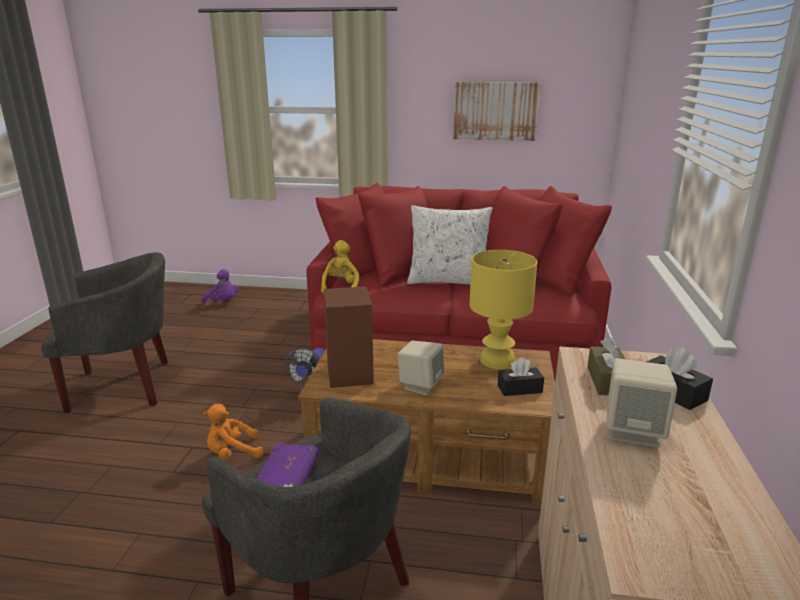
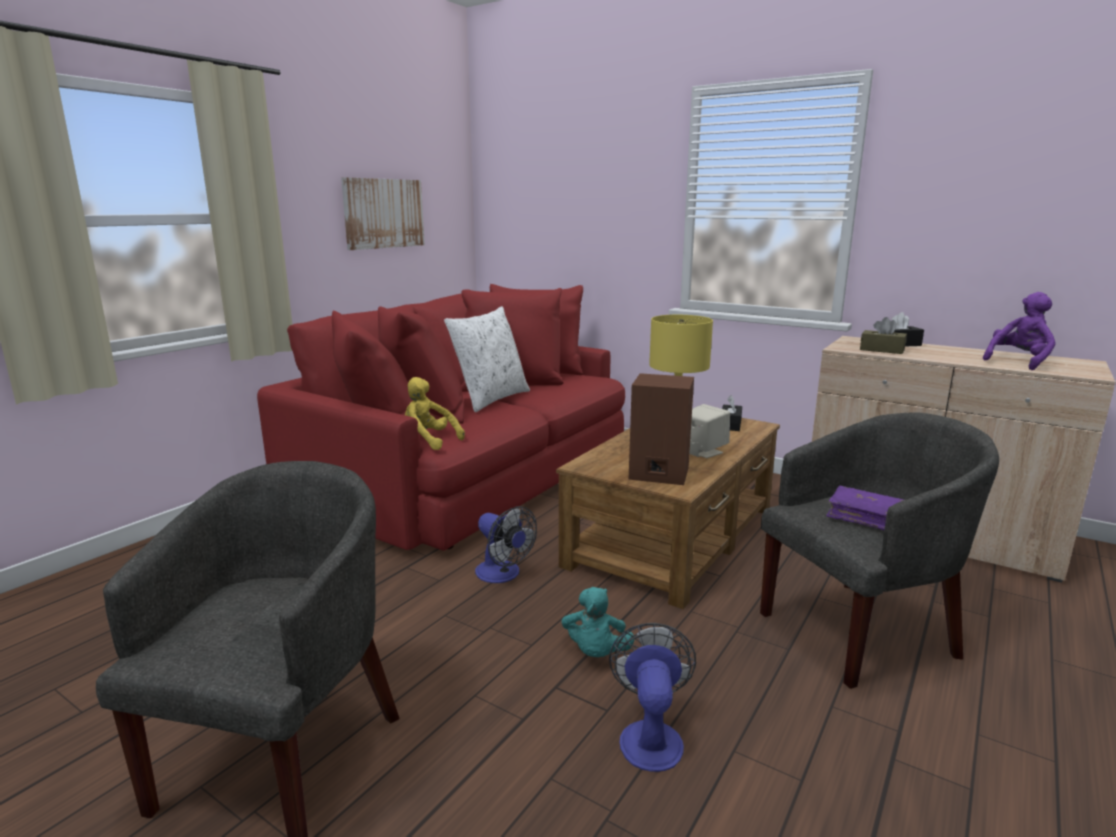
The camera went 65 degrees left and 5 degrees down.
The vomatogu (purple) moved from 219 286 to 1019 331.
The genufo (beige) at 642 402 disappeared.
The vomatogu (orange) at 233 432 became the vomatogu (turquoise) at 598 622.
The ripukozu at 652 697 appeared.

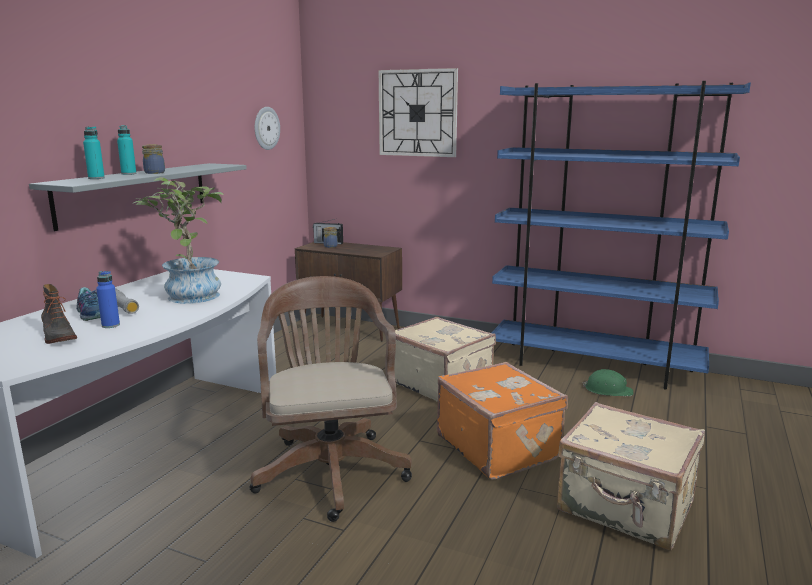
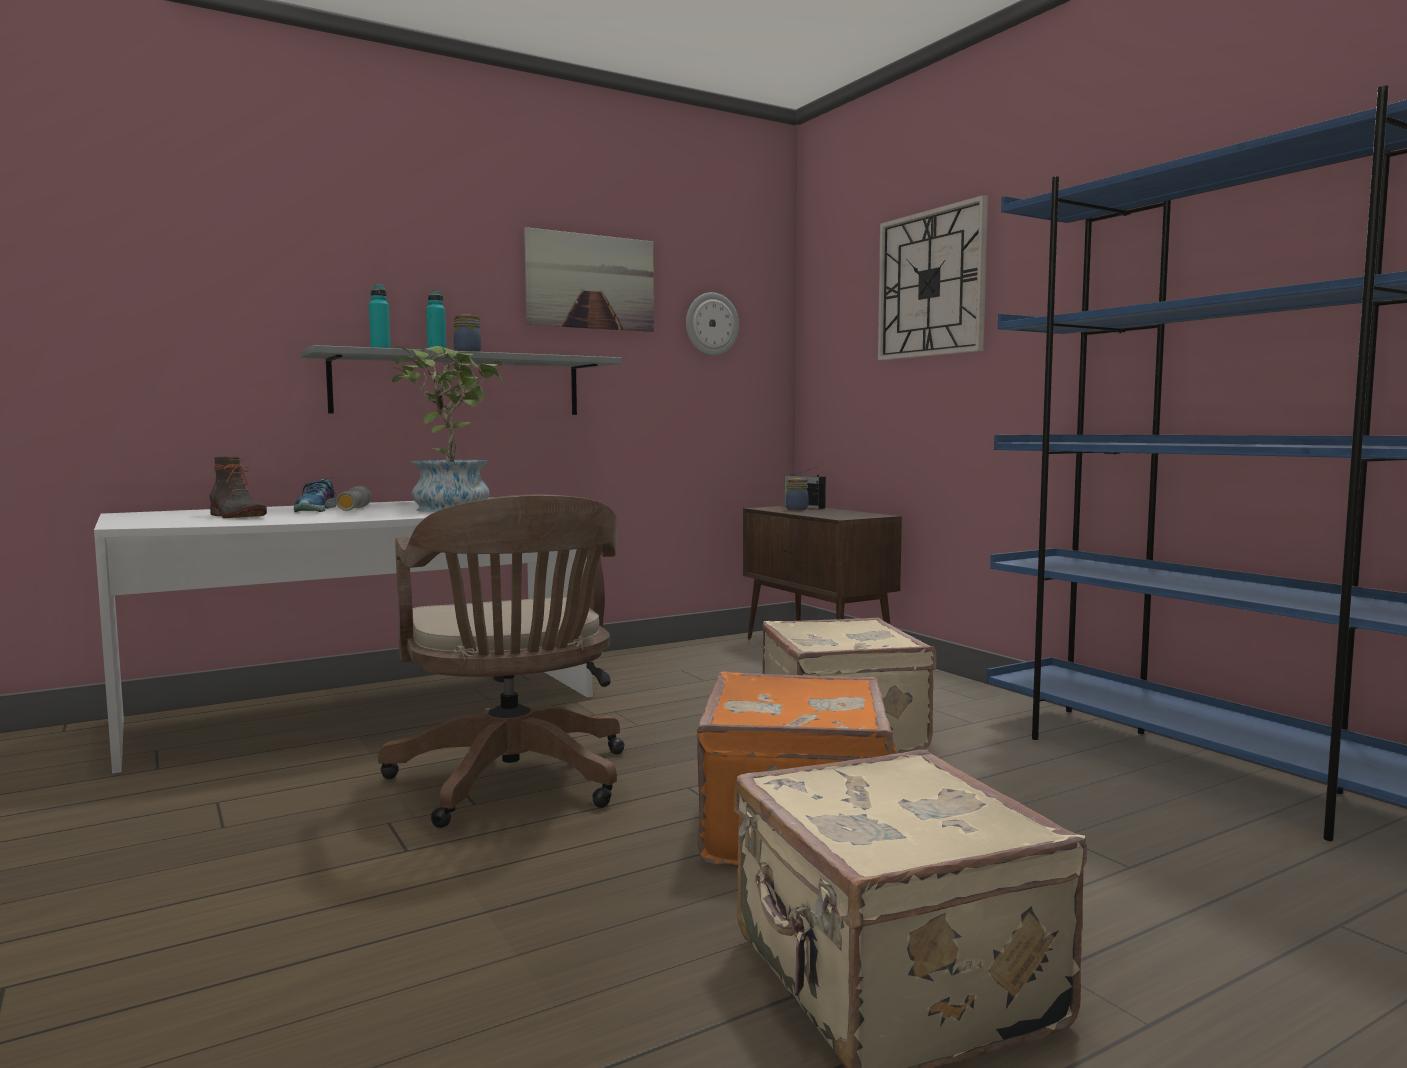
The camera went 35 degrees right and 10 degrees down.
The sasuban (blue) at 108 299 disappeared.
The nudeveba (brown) at 331 399 turned 135 degrees clockwise.
The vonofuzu at 59 314 turned 45 degrees counterclockwise.
The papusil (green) at 608 382 disappeared.
The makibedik at 589 279 appeared.

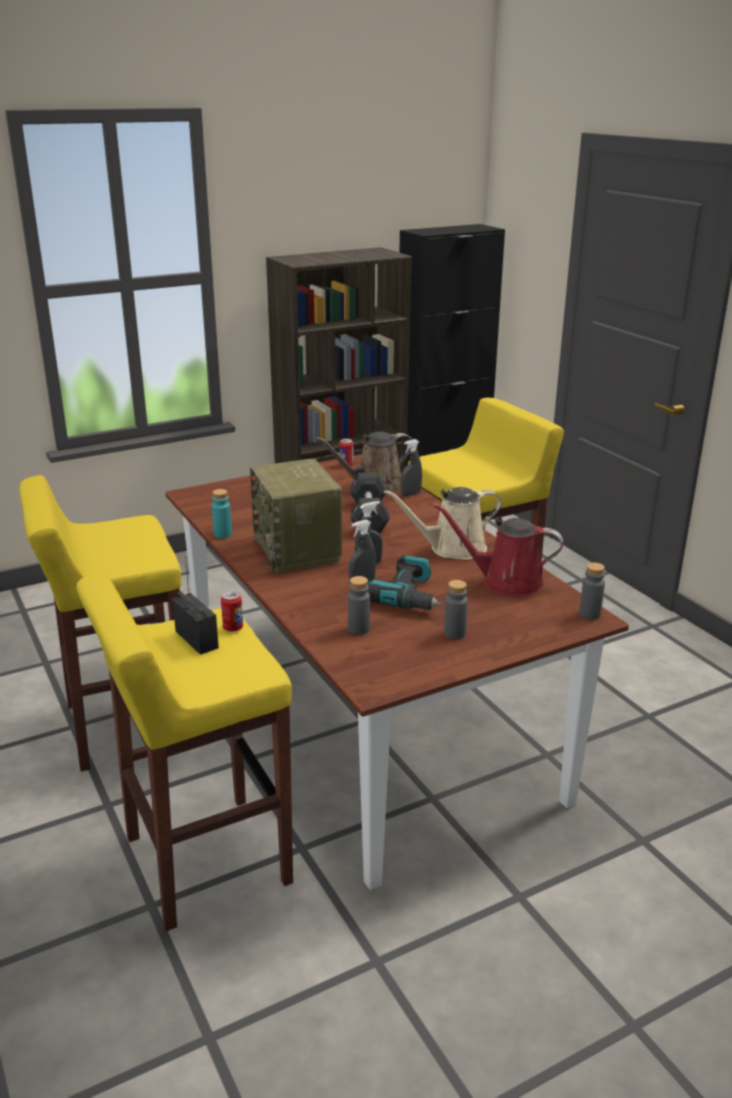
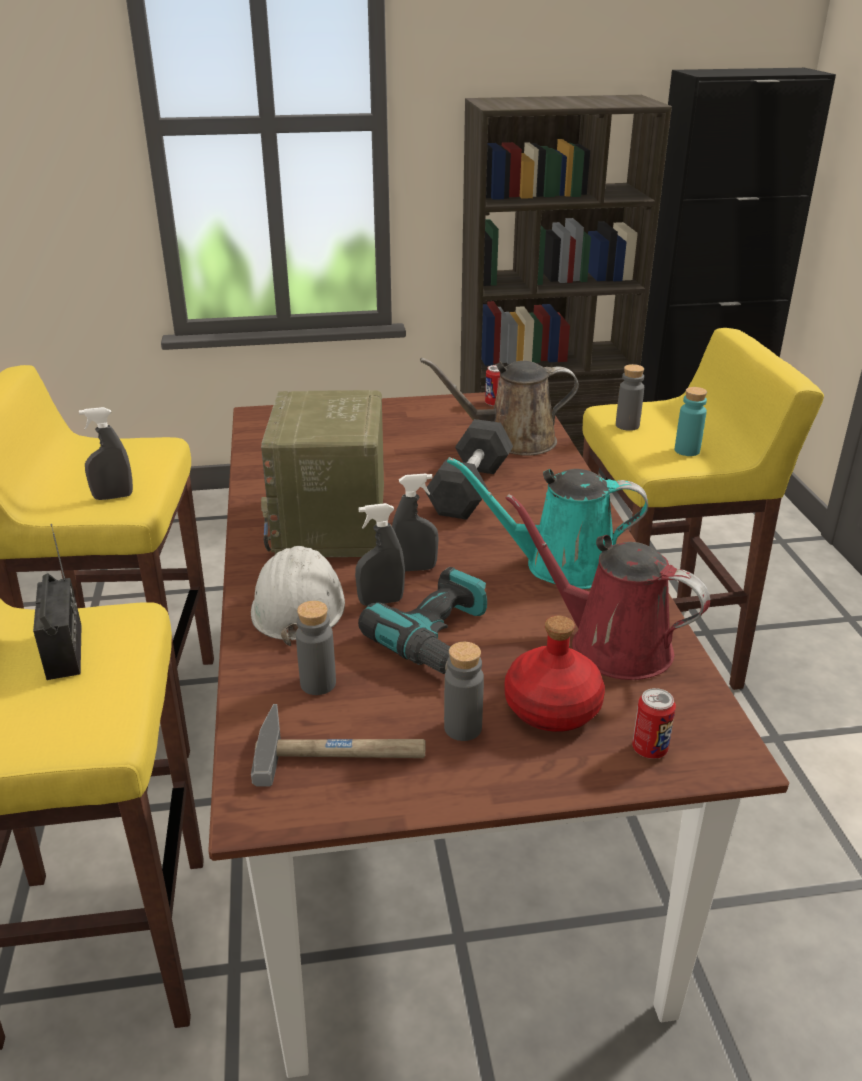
The camera went 20 degrees right and 5 degrees up.
The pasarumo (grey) moved from 411 468 to 106 453.
The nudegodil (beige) at 443 523 became the nudegodil (turquoise) at 547 523.
The sasuban (turquoise) moved from 222 513 to 691 421.
The sasuban (grey) moved from 592 591 to 630 397.
The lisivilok moved from 232 611 to 654 723.
The papusil (white) at 298 596 appeared.
The sasuban (red) at 555 673 appeared.
The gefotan at 338 745 appeared.

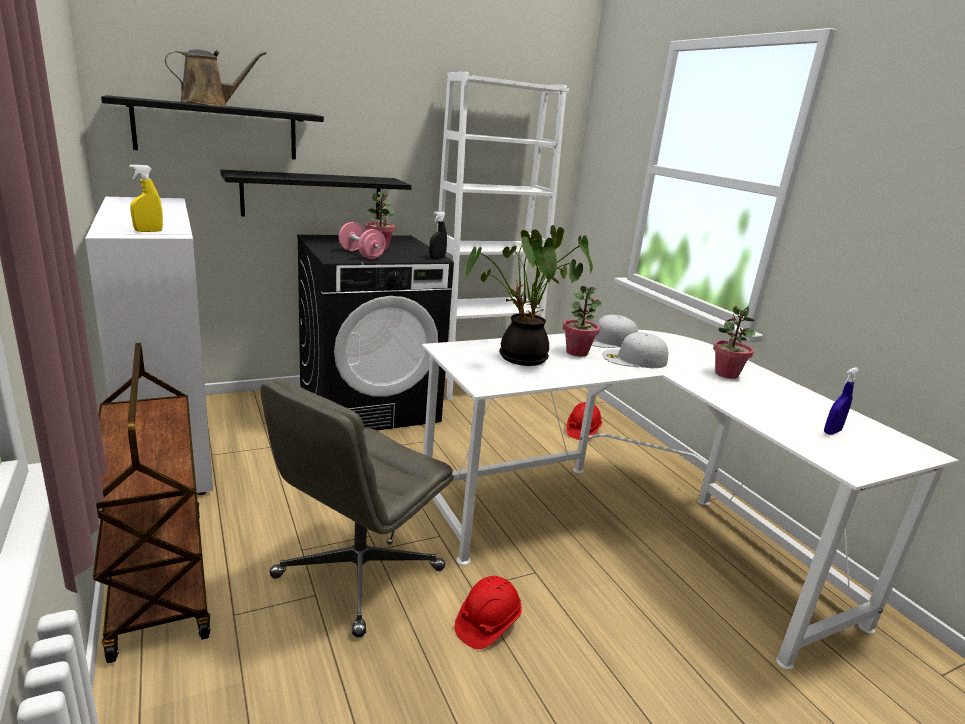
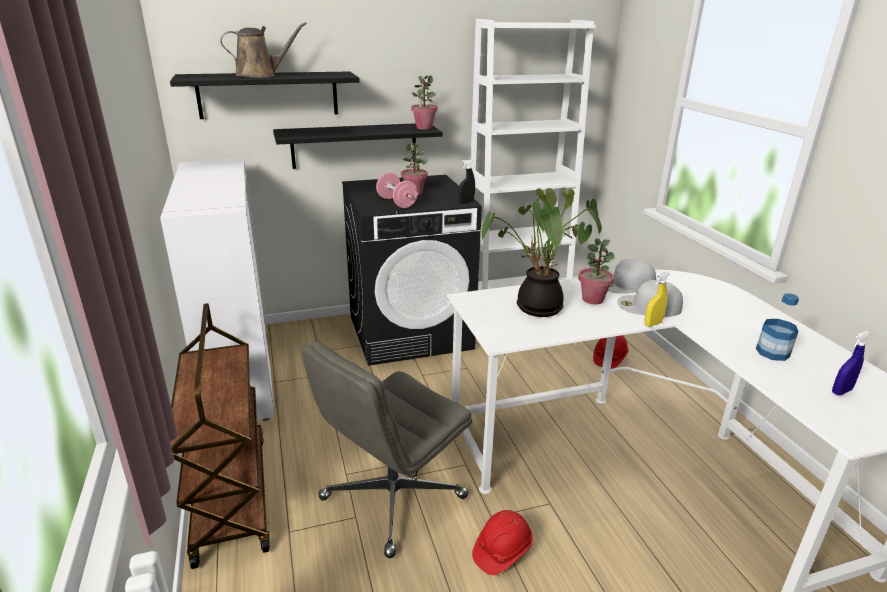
The camera went 10 degrees right and 5 degrees up.
The pasarumo (yellow) moved from 146 198 to 656 299.
The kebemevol moved from 734 342 to 424 102.
The sasuban at 777 327 appeared.

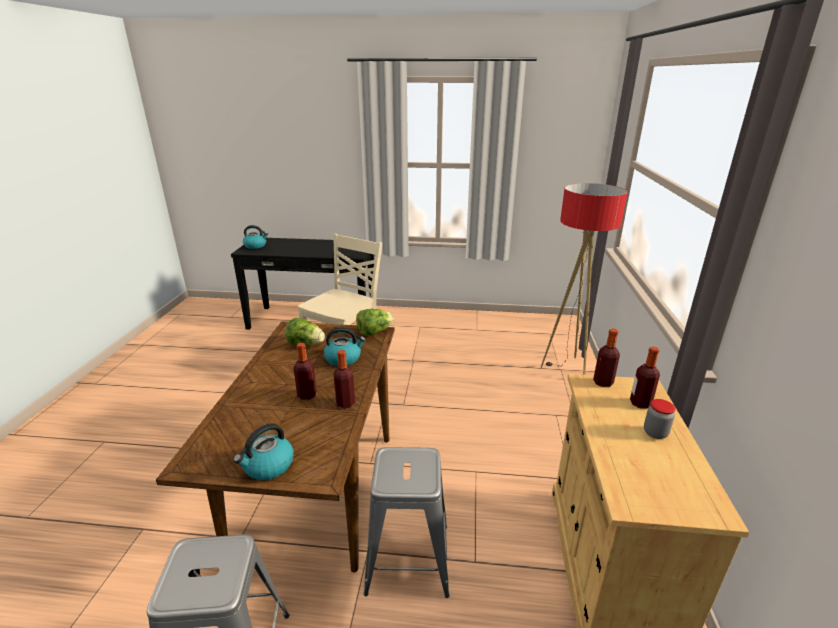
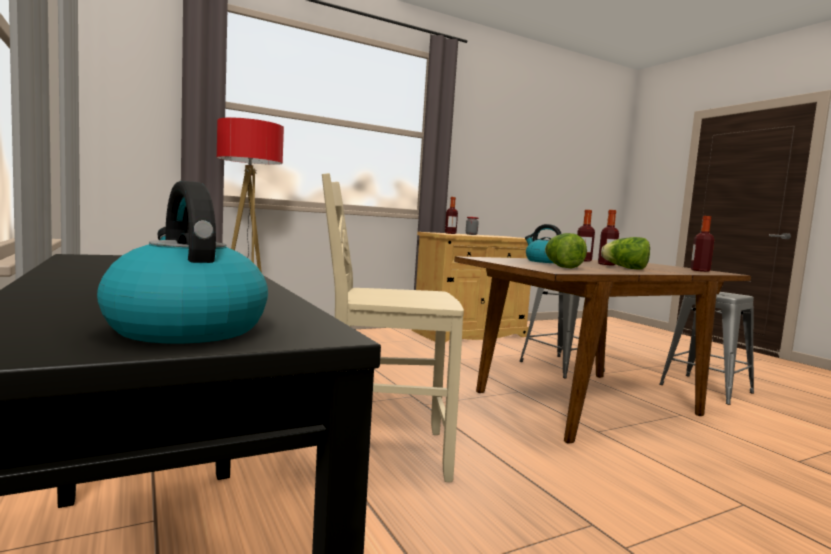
The camera went 125 degrees left and 20 degrees down.
The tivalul moved from 375 322 to 625 253.
The sasuban moved from 606 358 to 702 244.
The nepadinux at 263 451 disappeared.

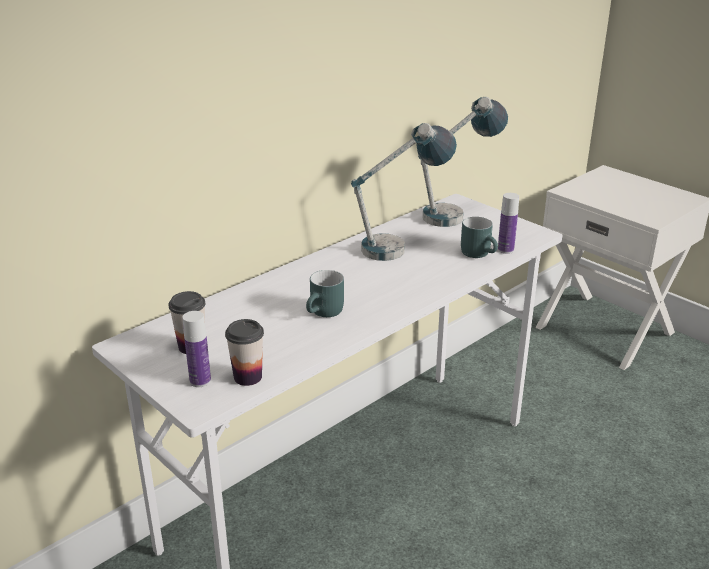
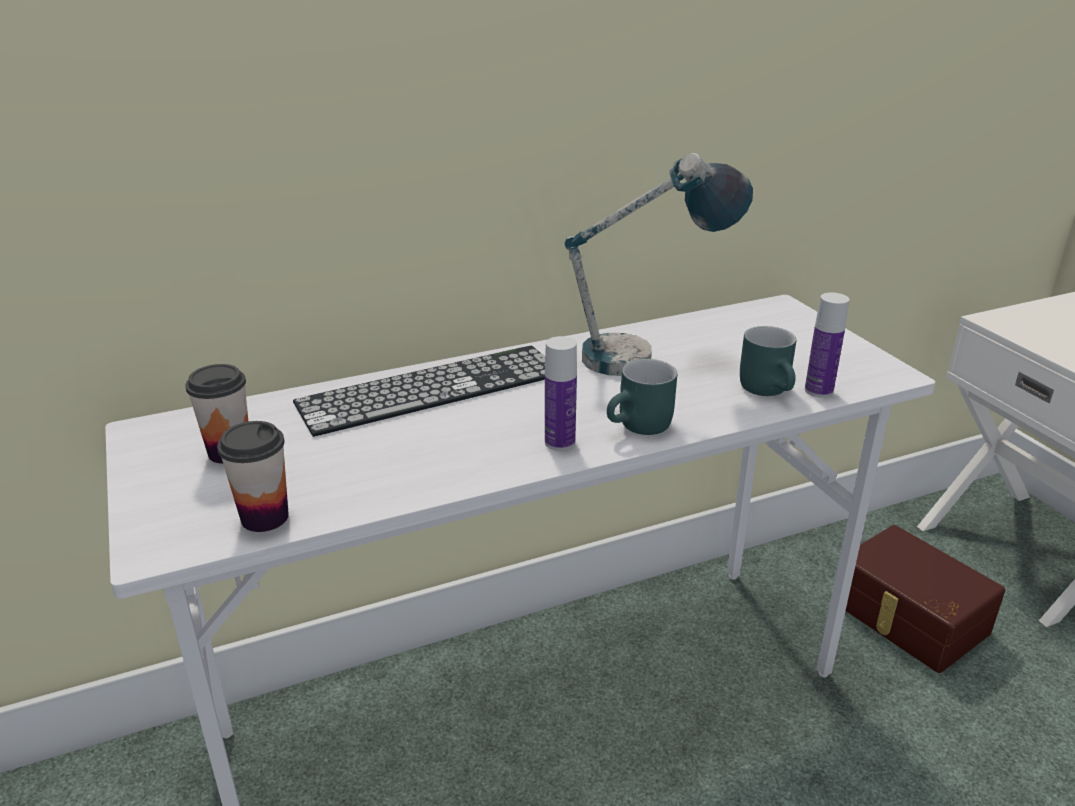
The camera went 20 degrees right and 0 degrees up.
The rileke at 463 162 disappeared.
The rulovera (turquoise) moved from 325 293 to 642 397.
The sasuban moved from 196 349 to 561 393.
The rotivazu at 419 391 appeared.
The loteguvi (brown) at 925 599 appeared.

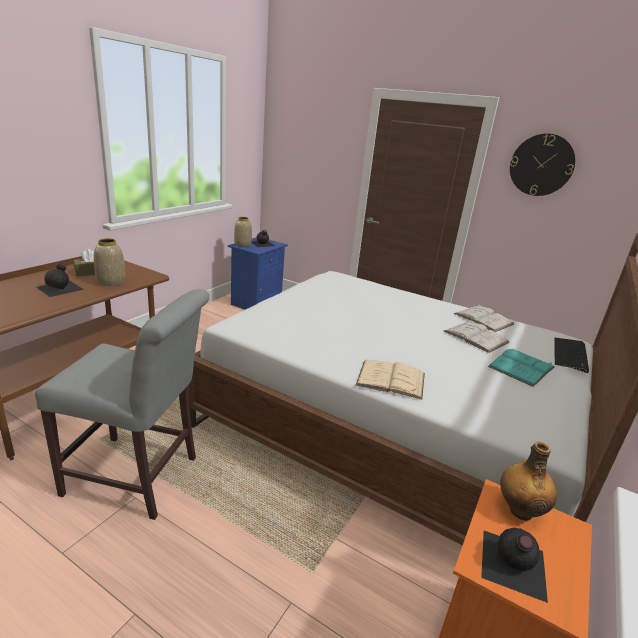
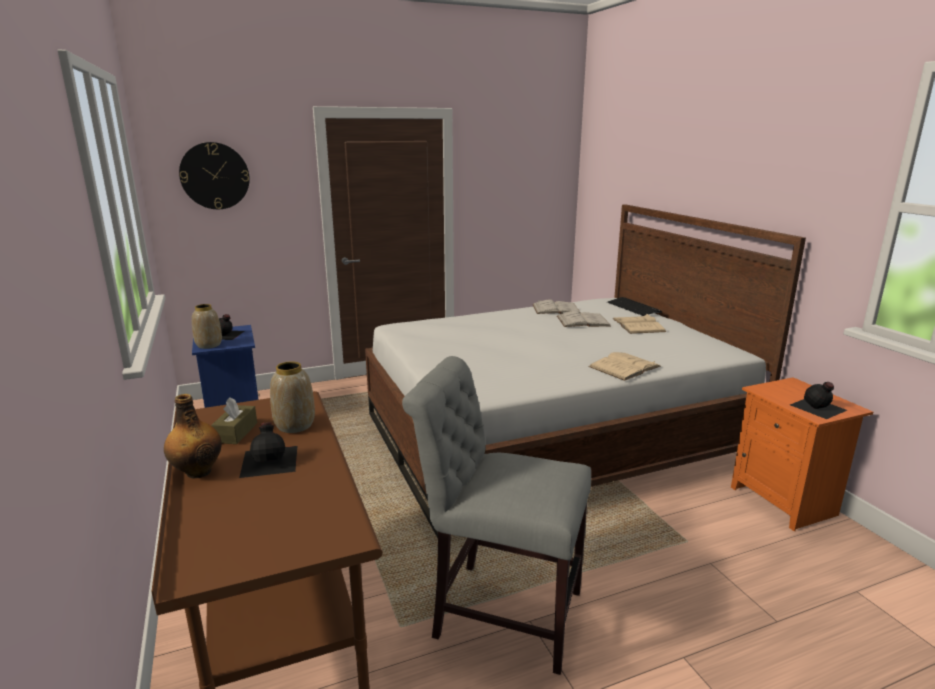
The camera went 50 degrees left and 5 degrees down.
The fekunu moved from 542 165 to 214 175.
The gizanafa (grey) at 122 404 turned 120 degrees counterclockwise.
The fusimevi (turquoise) at 521 368 became the fusimevi (beige) at 639 324.
The sasuban moved from 528 481 to 193 436.

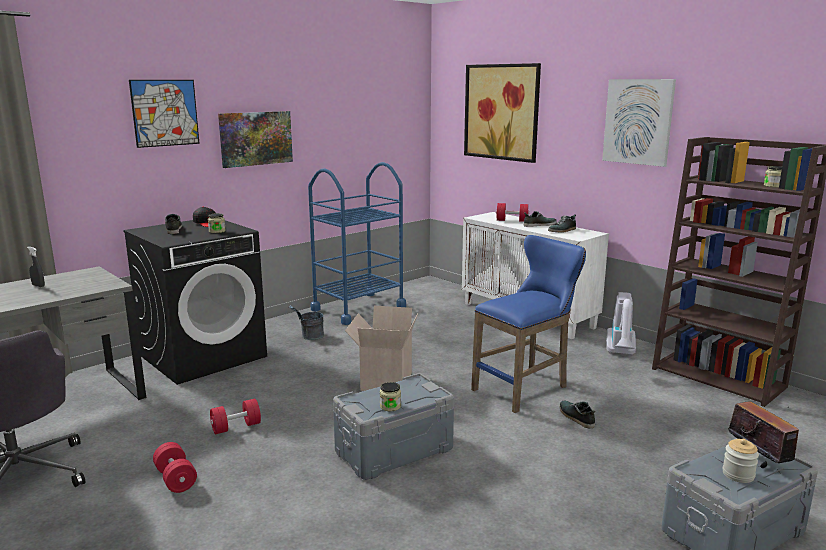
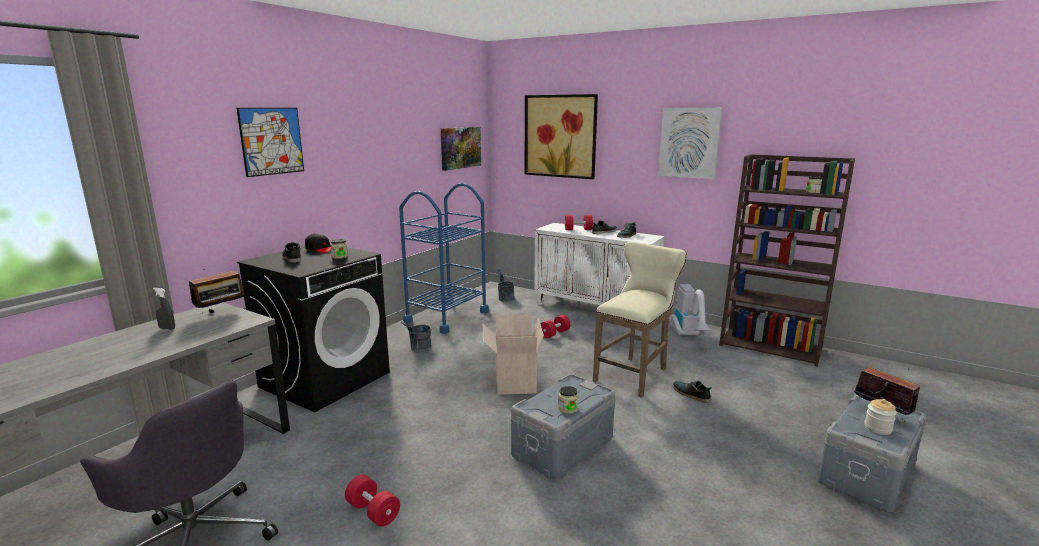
The camera went 15 degrees left and 0 degrees up.
The makibedik moved from 255 139 to 461 149.
The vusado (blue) at 528 324 became the vusado (beige) at 640 320.
The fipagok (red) moved from 235 416 to 556 326.
The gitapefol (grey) at 505 285 appeared.
The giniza at 218 291 appeared.

